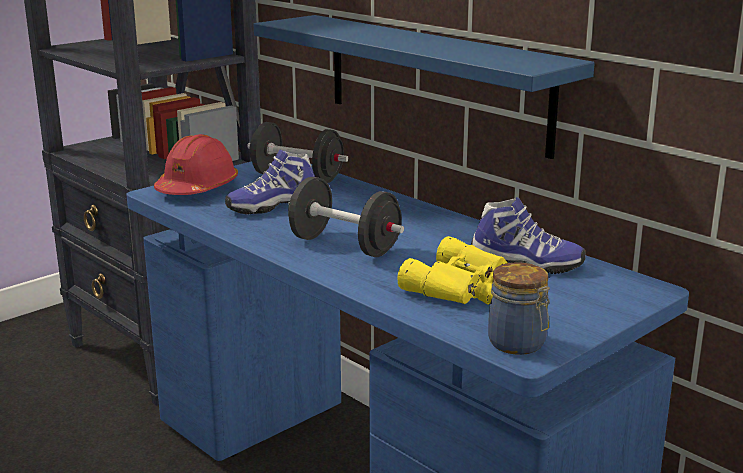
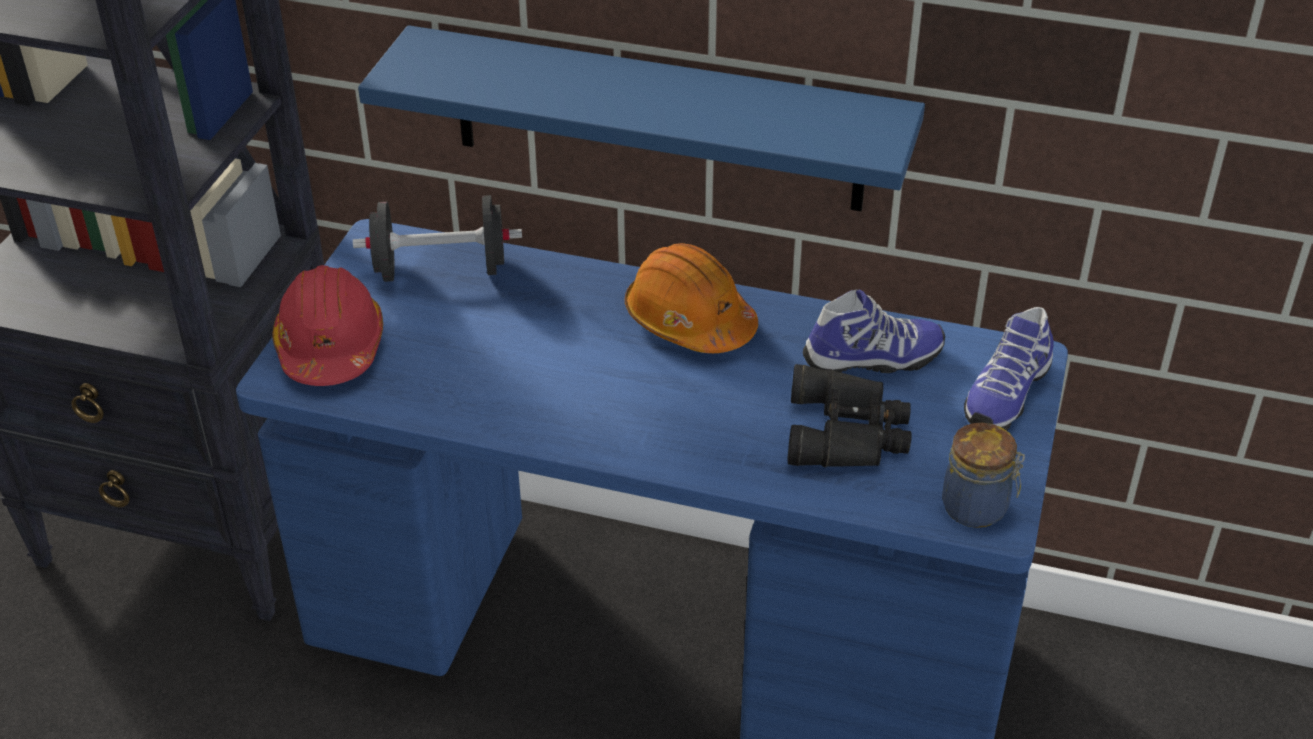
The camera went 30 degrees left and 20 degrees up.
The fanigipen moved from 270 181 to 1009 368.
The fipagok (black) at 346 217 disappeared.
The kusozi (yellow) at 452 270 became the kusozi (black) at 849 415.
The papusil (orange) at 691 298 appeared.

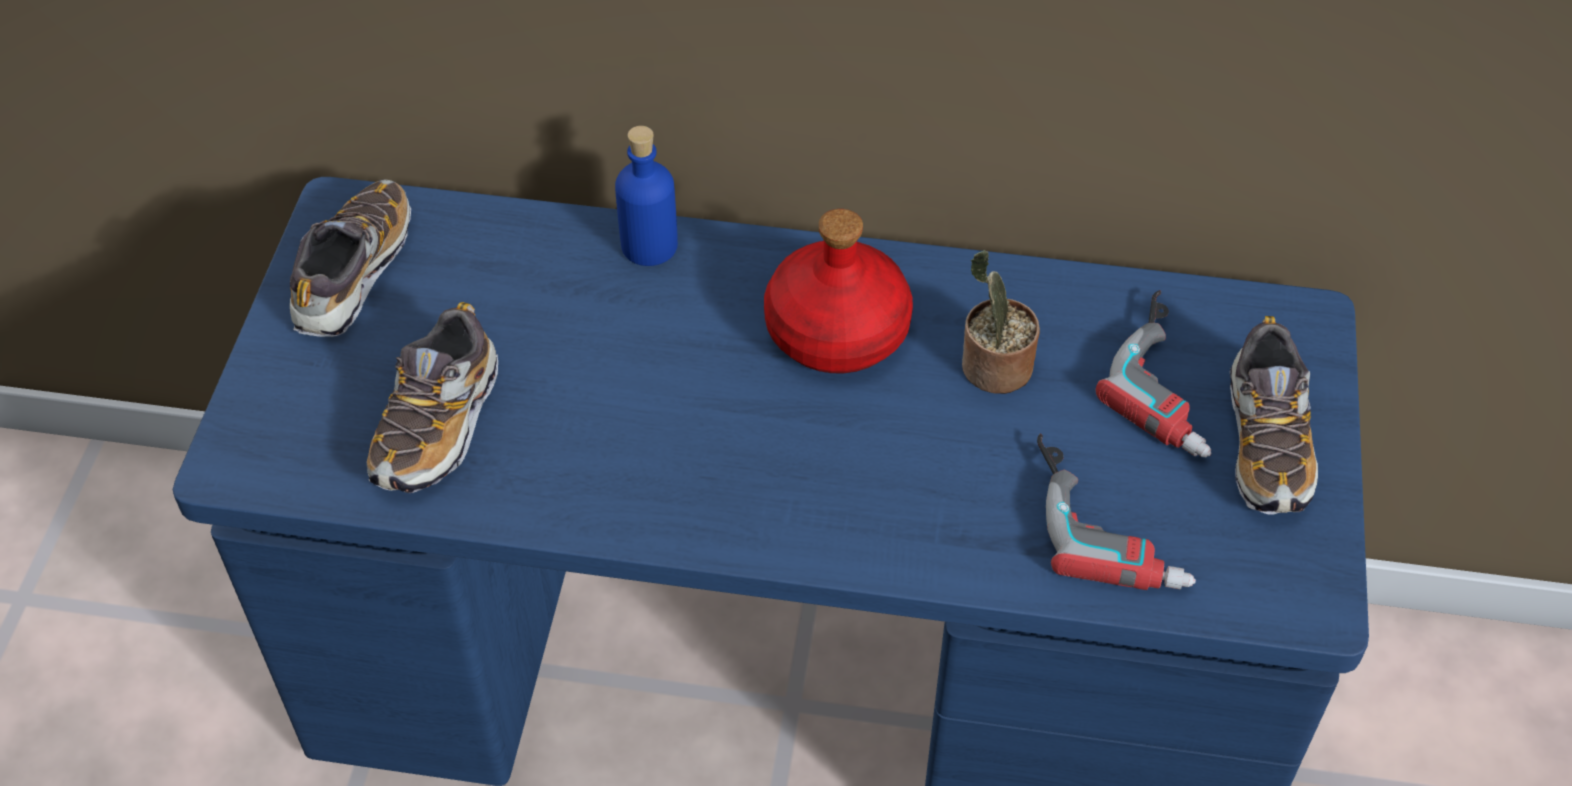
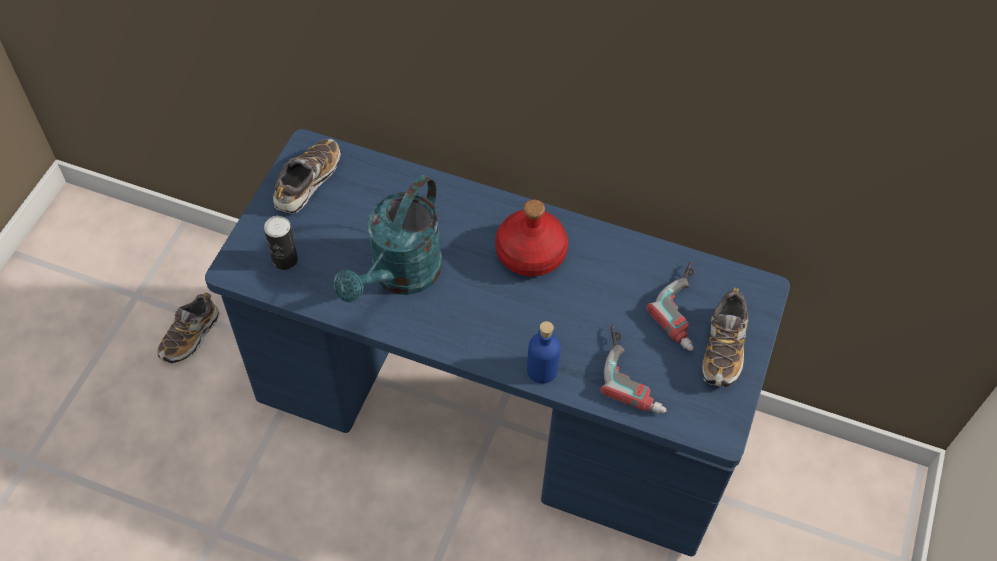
The camera went 10 degrees right and 5 degrees up.
The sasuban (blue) moved from 646 196 to 544 352.
The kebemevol at 1001 322 disappeared.
The fanigipen moved from 432 397 to 188 327.
The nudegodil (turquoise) at 388 239 appeared.
The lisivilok at 281 243 appeared.

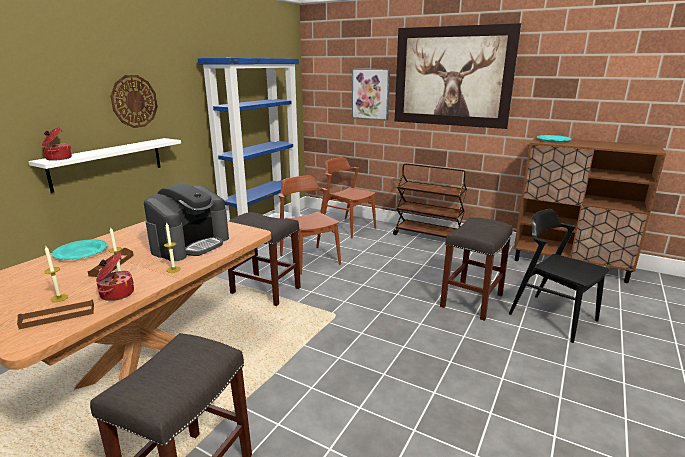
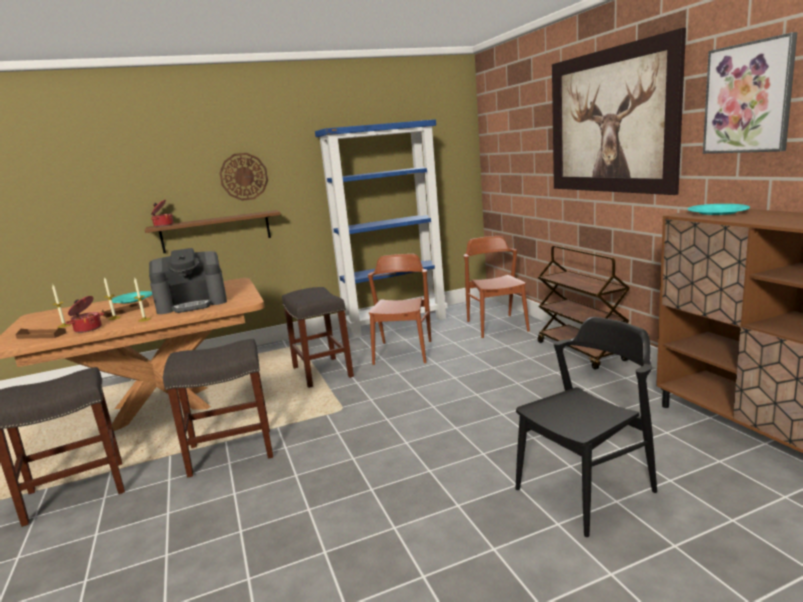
The camera went 40 degrees right and 5 degrees down.
The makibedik moved from 371 94 to 750 93.
The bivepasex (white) at 104 165 became the bivepasex (brown) at 213 231.
The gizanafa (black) at 559 276 turned 60 degrees clockwise.
The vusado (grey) moved from 476 269 to 218 408.

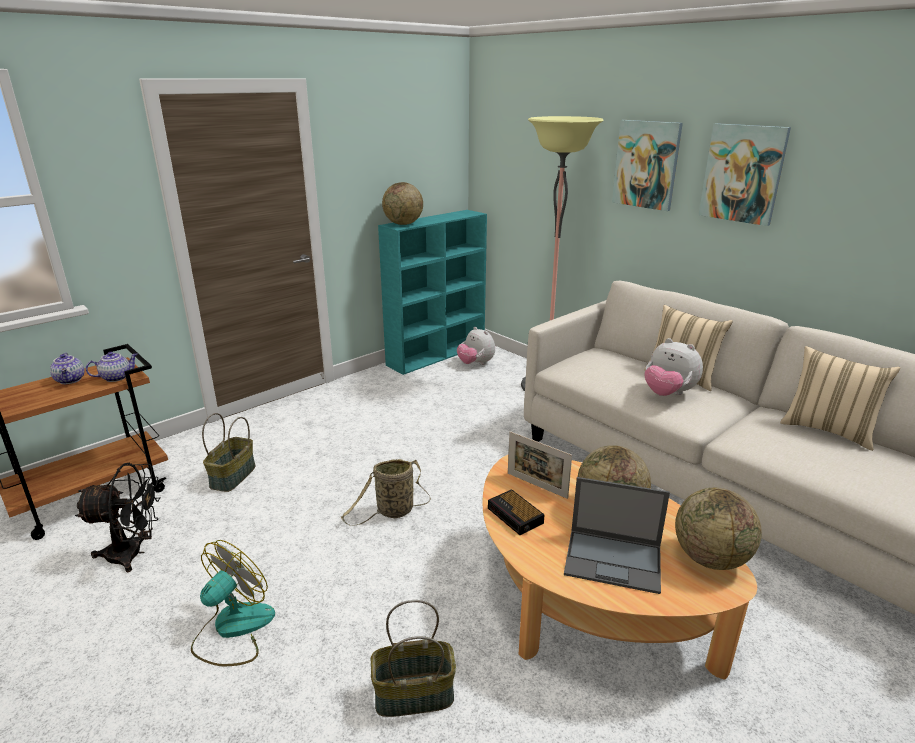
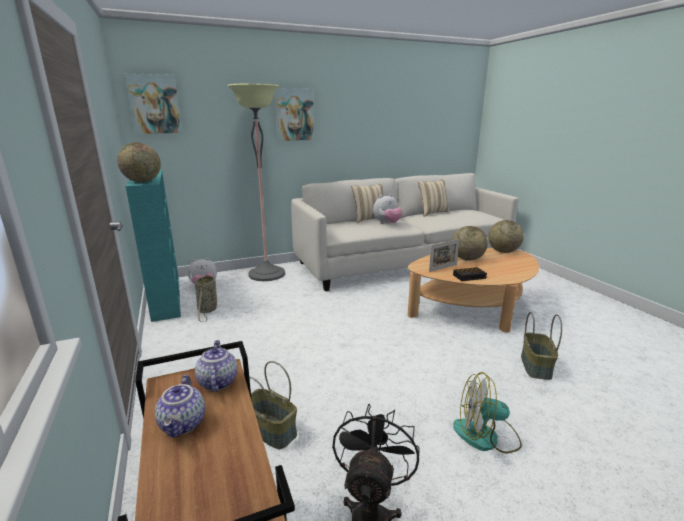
The camera went 70 degrees left and 5 degrees down.
The makibedik moved from 745 174 to 153 103.
The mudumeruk at 67 368 turned 90 degrees clockwise.
The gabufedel moved from 386 492 to 206 298.
The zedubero at 617 535 disappeared.
The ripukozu at 233 603 turned 45 degrees counterclockwise.

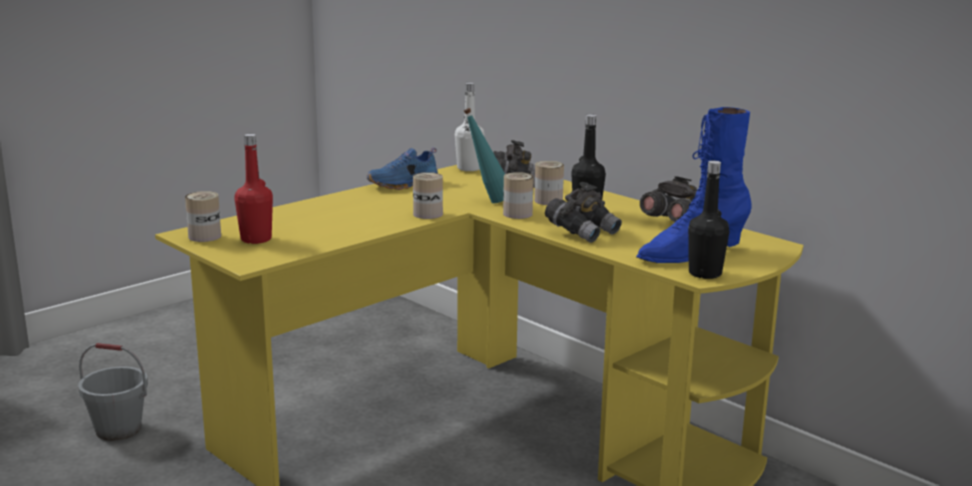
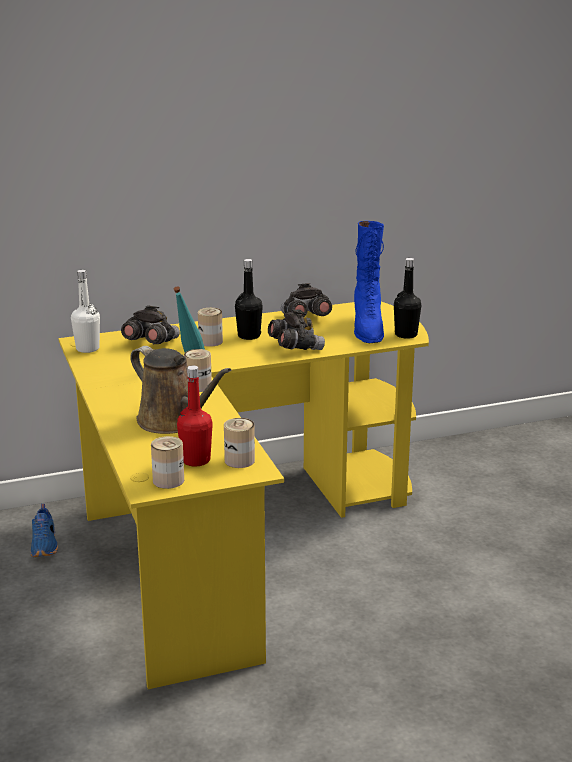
The camera went 65 degrees left and 5 degrees up.
The fanigipen (blue) moved from 402 169 to 44 530.
The lisivilok moved from 518 195 to 239 443.
The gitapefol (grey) at 113 392 disappeared.
The nudegodil (brown) at 180 390 appeared.

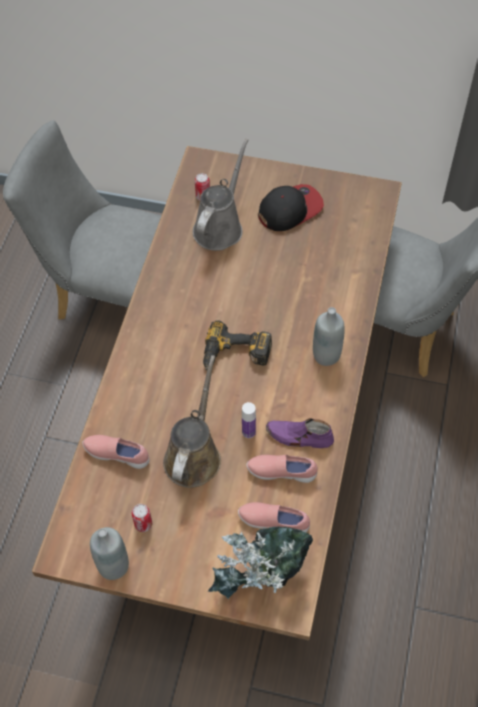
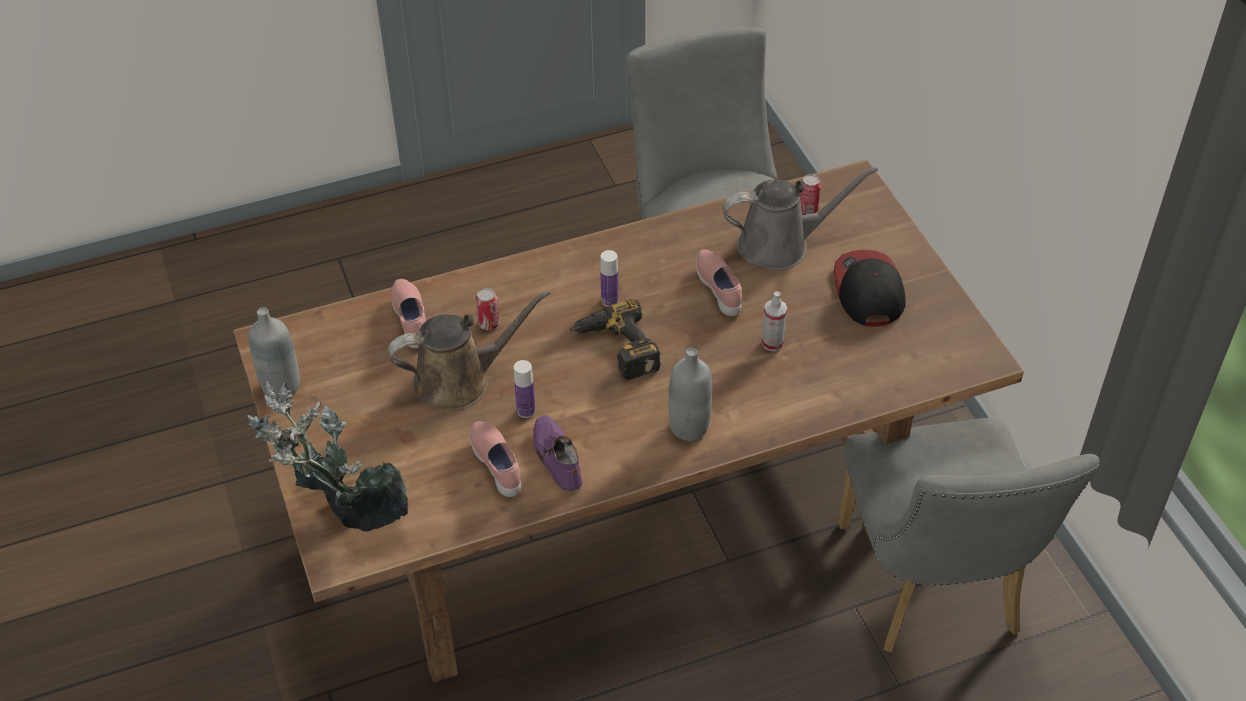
The camera went 55 degrees right and 10 degrees down.
The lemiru at 291 207 turned 120 degrees counterclockwise.
The fanigipen (pink) moved from 274 517 to 719 283.
The lisivilok moved from 141 518 to 487 309.
The sasuban at 609 278 appeared.
The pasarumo at 774 321 appeared.

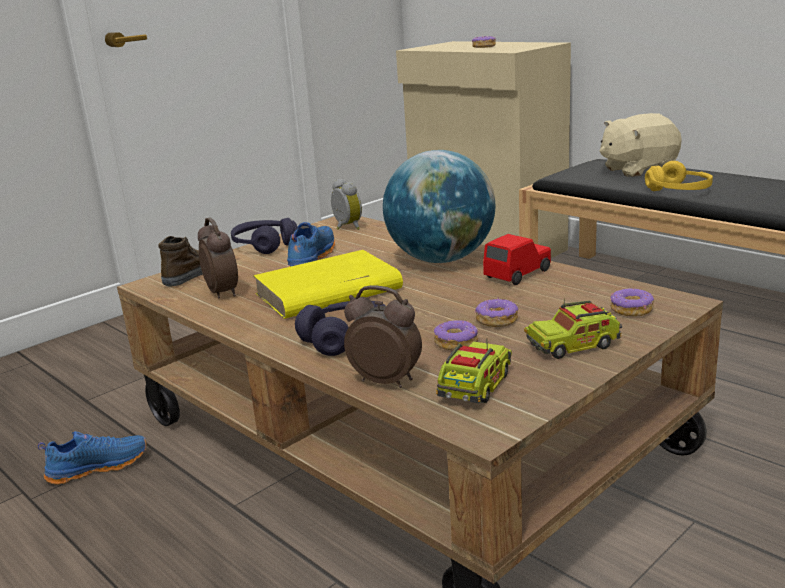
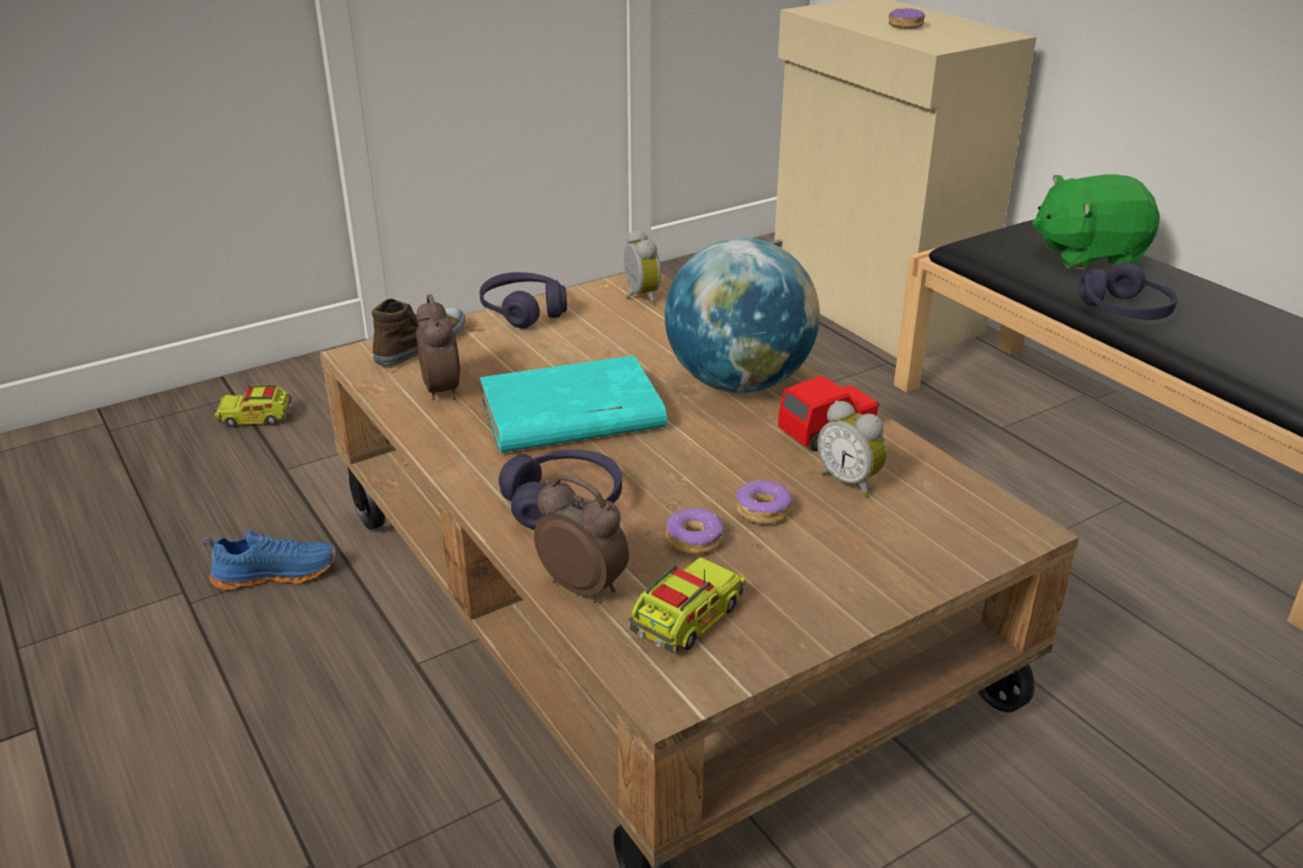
The camera went 10 degrees right and 10 degrees up.
The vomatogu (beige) at 641 145 became the vomatogu (green) at 1096 222.
The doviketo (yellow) at 679 176 became the doviketo (purple) at 1128 291.
The fanigipen (blue) at 311 244 disappeared.
The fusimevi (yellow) at 328 284 became the fusimevi (turquoise) at 573 404.
The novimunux at 632 302 disappeared.
The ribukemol moved from 573 328 to 253 404.
The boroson at 852 448 appeared.

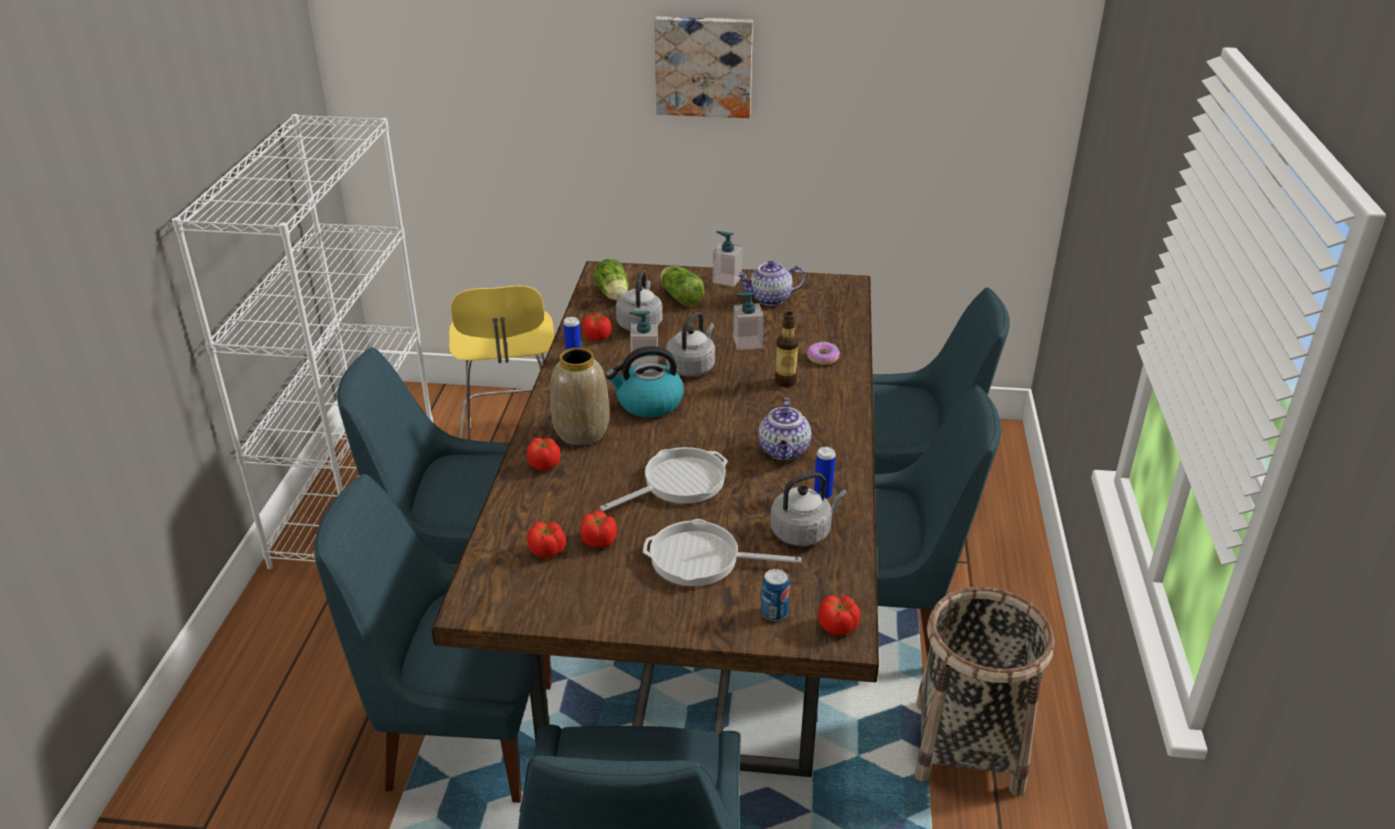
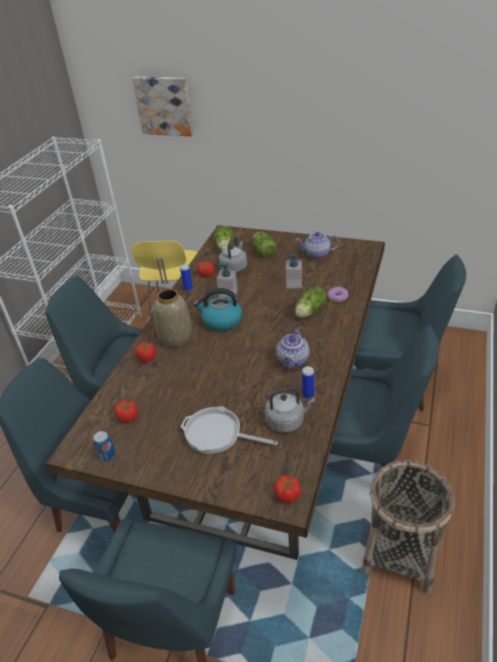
The camera went 15 degrees right and 5 degrees up.
The makibedik moved from 704 67 to 162 106.
The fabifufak at 728 259 disappeared.
The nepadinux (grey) at 690 344 disappeared.
The sasuban at 786 349 was replaced by the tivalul at 311 302.
The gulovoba at 664 479 disappeared.
The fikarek at 598 529 disappeared.
The lisivilok moved from 775 595 to 104 446.

